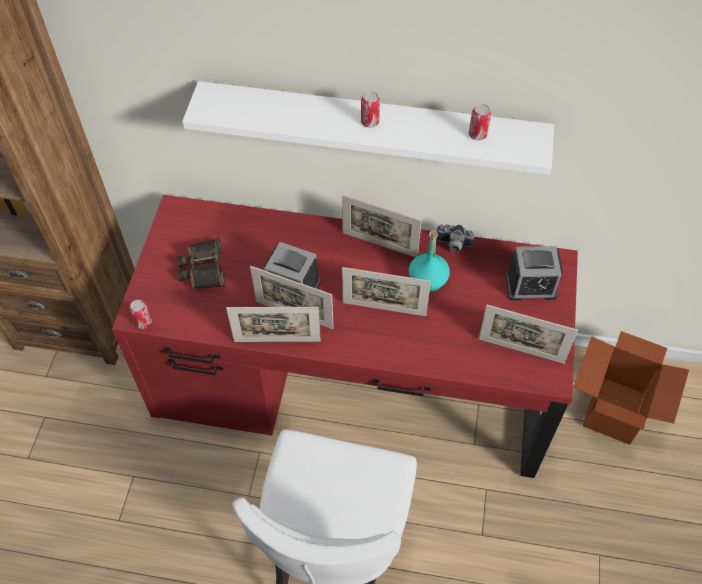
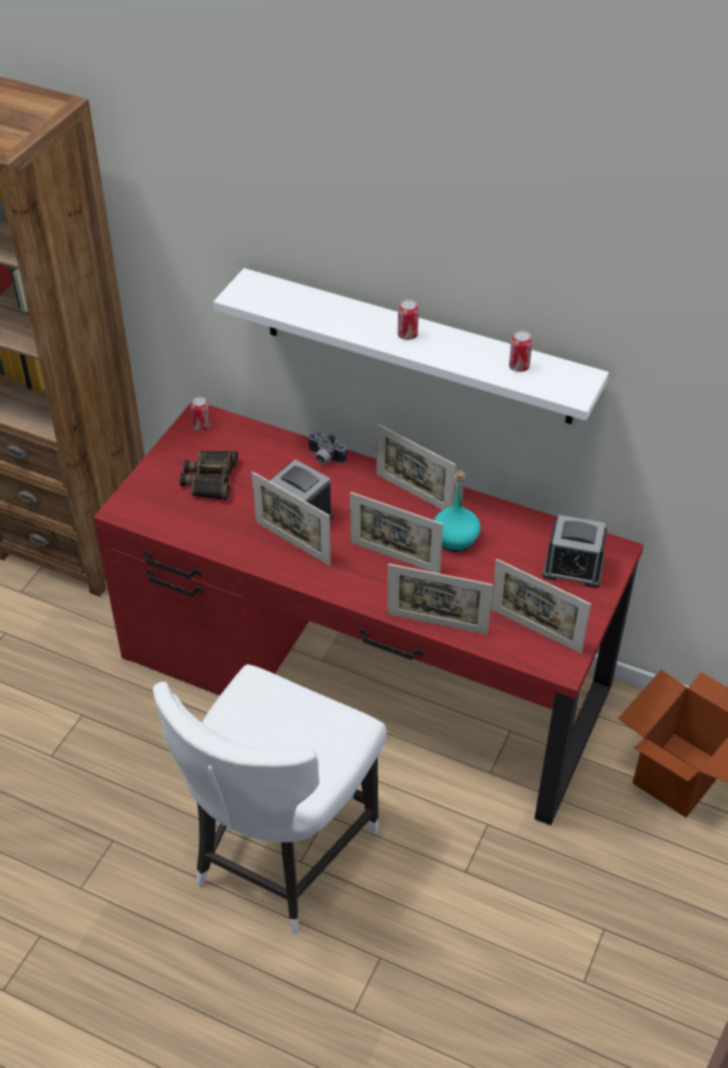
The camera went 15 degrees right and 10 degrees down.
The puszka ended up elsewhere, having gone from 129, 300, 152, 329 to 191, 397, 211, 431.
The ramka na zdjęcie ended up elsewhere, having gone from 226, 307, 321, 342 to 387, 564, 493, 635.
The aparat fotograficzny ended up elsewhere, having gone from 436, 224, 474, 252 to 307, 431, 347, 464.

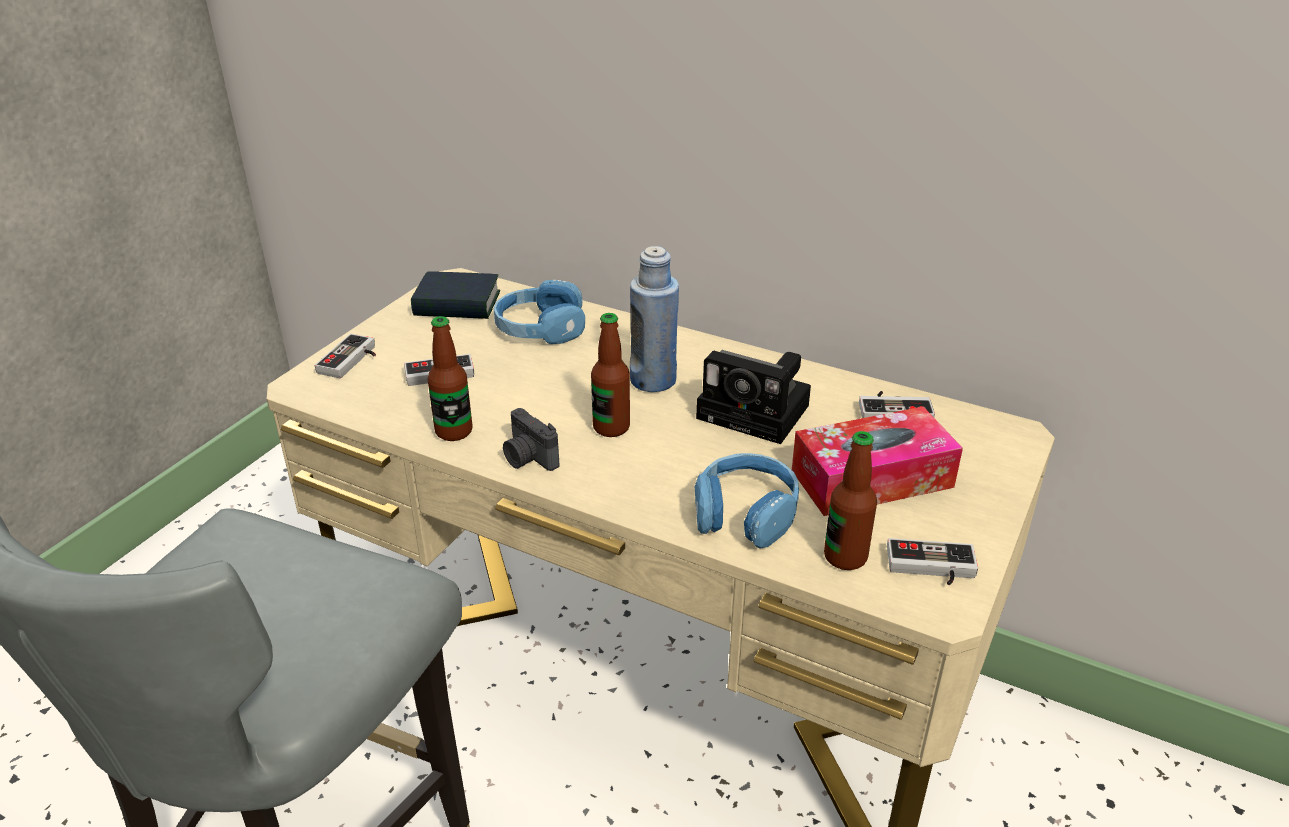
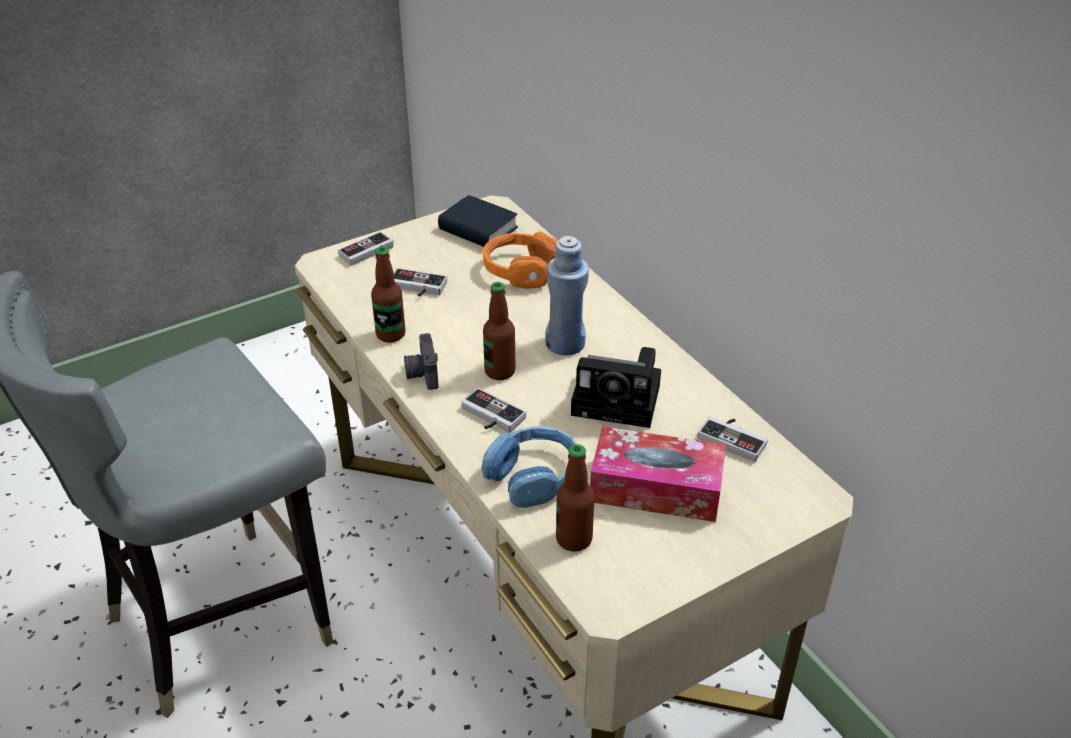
The camera went 30 degrees right and 5 degrees up.
What was the słuchawki/niebieski at 494, 280, 585, 344 turned into the słuchawki/pomarańczowy at 483, 231, 557, 289.
The aparat fotograficzny at 696, 350, 811, 444 ended up facing another way, 45 degrees counterclockwise from before.
The pad do gier ended up elsewhere, having gone from 887, 538, 978, 585 to 461, 388, 526, 433.

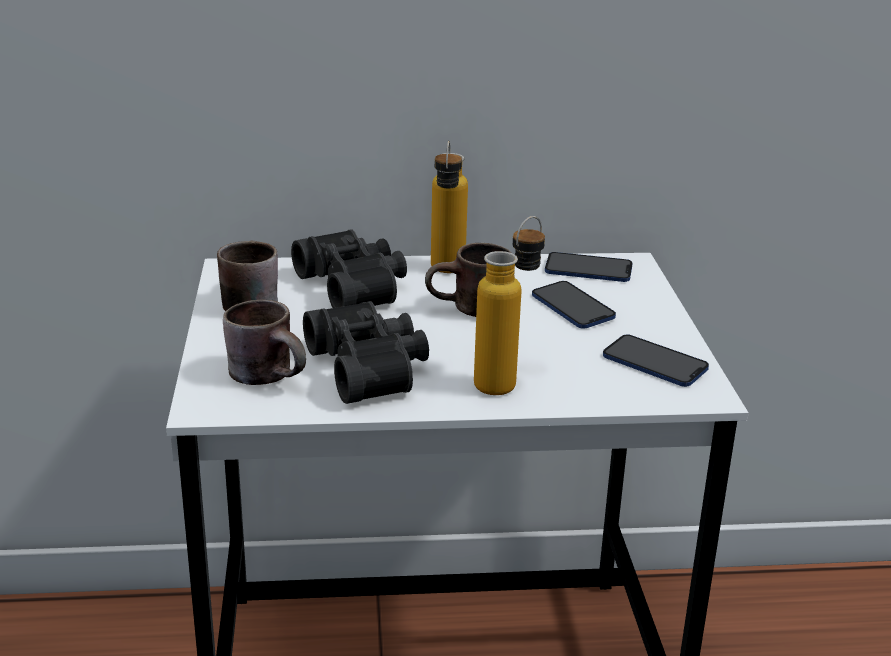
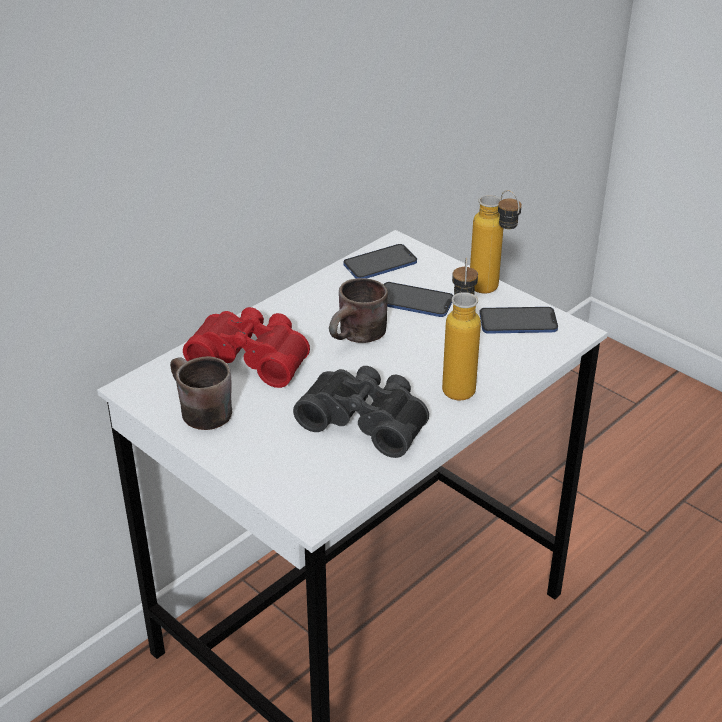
The camera went 40 degrees left and 10 degrees up.
The second view lost the kubek/brązowy at 223, 299, 306, 385.
What was the lornetka/czarny at 291, 229, 407, 308 turned into the lornetka/czerwony at 183, 307, 310, 388.
The butelka ended up elsewhere, having gone from 431, 141, 468, 273 to 470, 190, 522, 294.

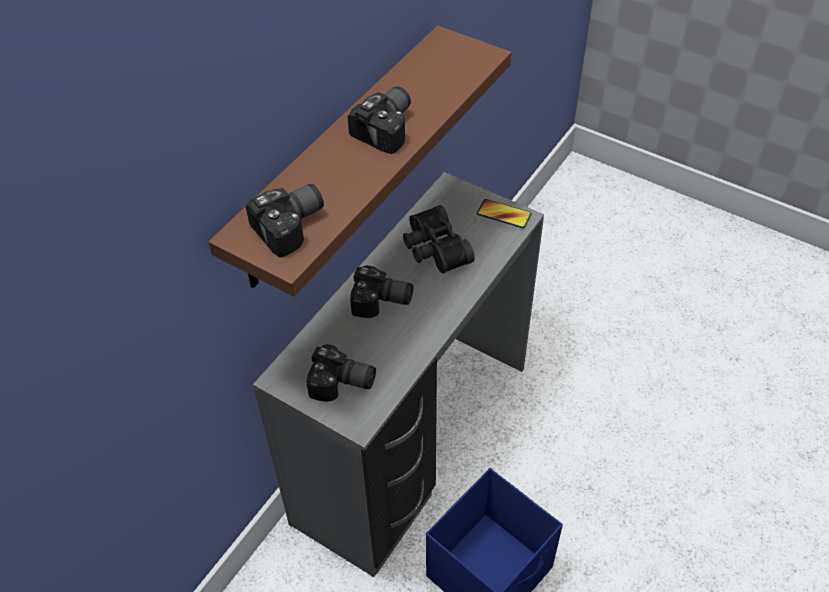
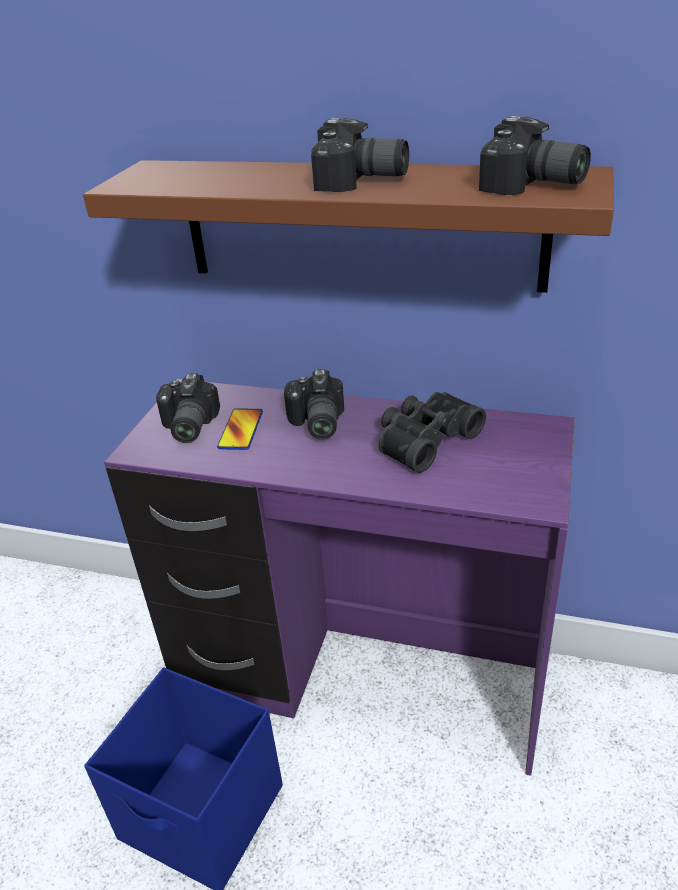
The camera went 75 degrees right and 15 degrees down.
The aparat fotograficzny ended up elsewhere, having gone from 246, 184, 324, 258 to 479, 116, 591, 195.
What was the biurko/szary at 253, 172, 544, 577 turned into the biurko/fioletowy at 104, 379, 575, 776.
The telefon ended up elsewhere, having gone from 477, 199, 532, 228 to 217, 408, 263, 450.

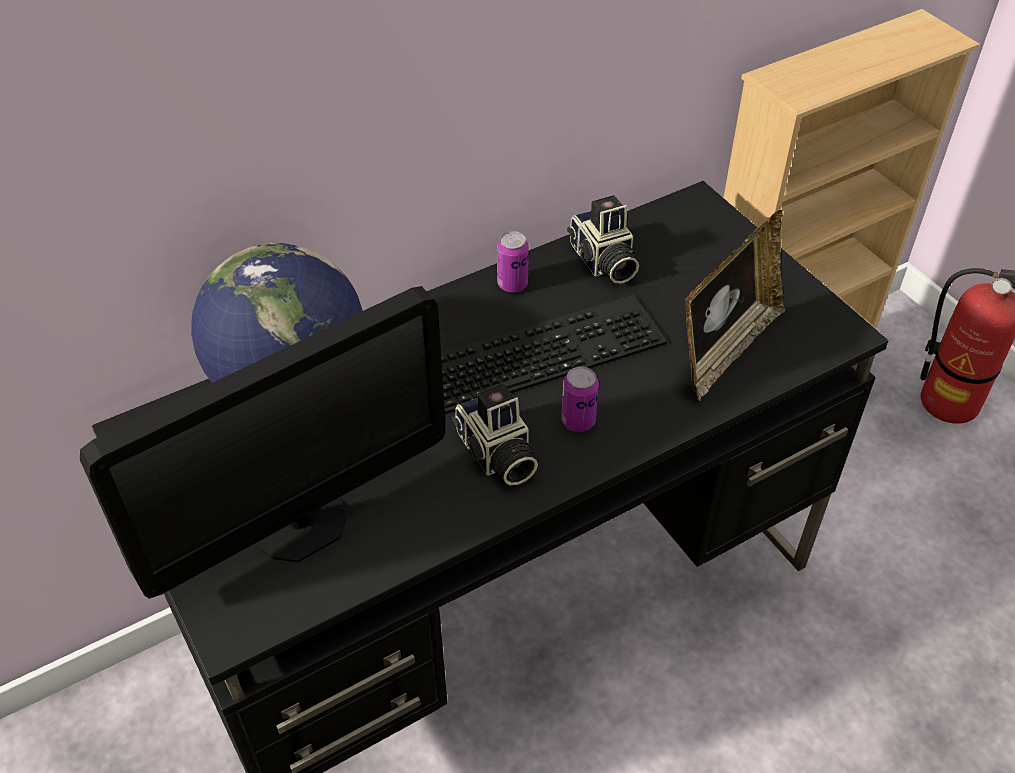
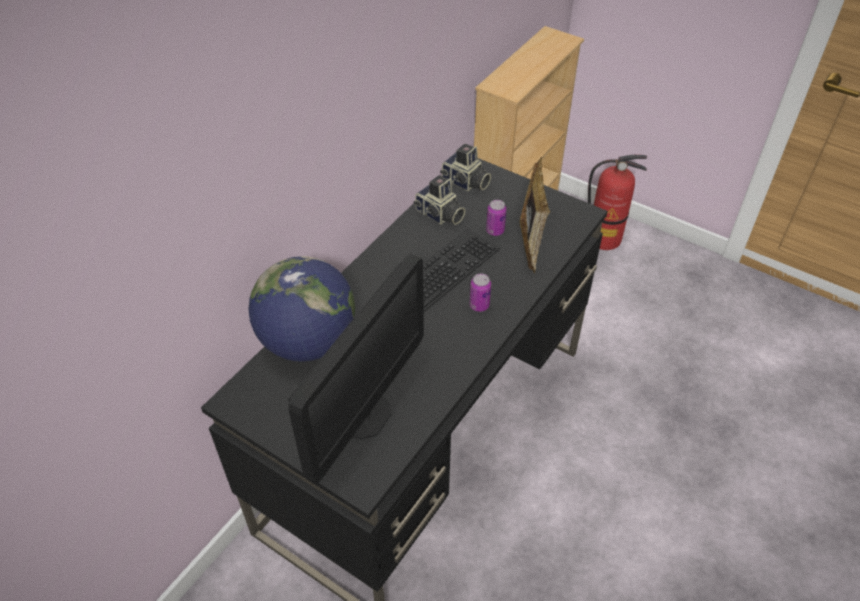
The camera went 25 degrees left and 0 degrees up.
The aparat fotograficzny ended up elsewhere, having gone from 452, 384, 538, 486 to 440, 144, 491, 191.
The puszka ended up elsewhere, having gone from 497, 231, 529, 292 to 486, 200, 506, 236.

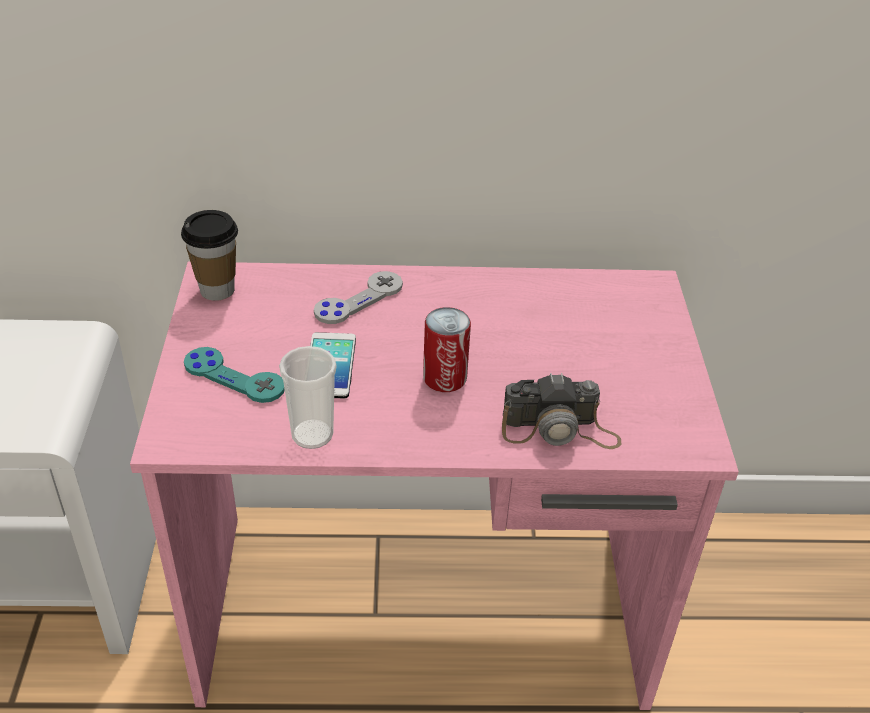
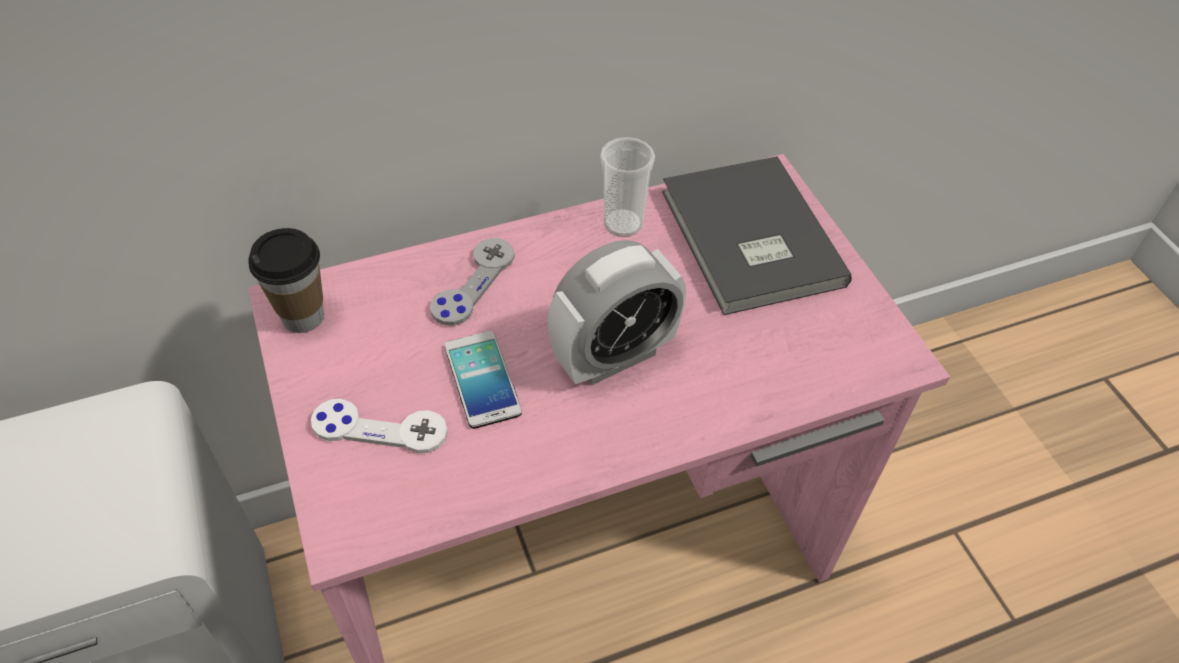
The camera went 20 degrees left and 10 degrees up.
What was the pad do gier/turkusowy at 184, 347, 285, 403 turned into the pad do gier/biały at 311, 399, 448, 453.
The filiżanka ended up elsewhere, having gone from 279, 346, 337, 449 to 600, 137, 655, 237.
Where the puszka stood at 423, 307, 471, 392, the budzik came to stand at 548, 240, 686, 385.
The second view lost the aparat fotograficzny at 502, 373, 621, 449.
The second view gained the książka/szary at 662, 156, 852, 315.

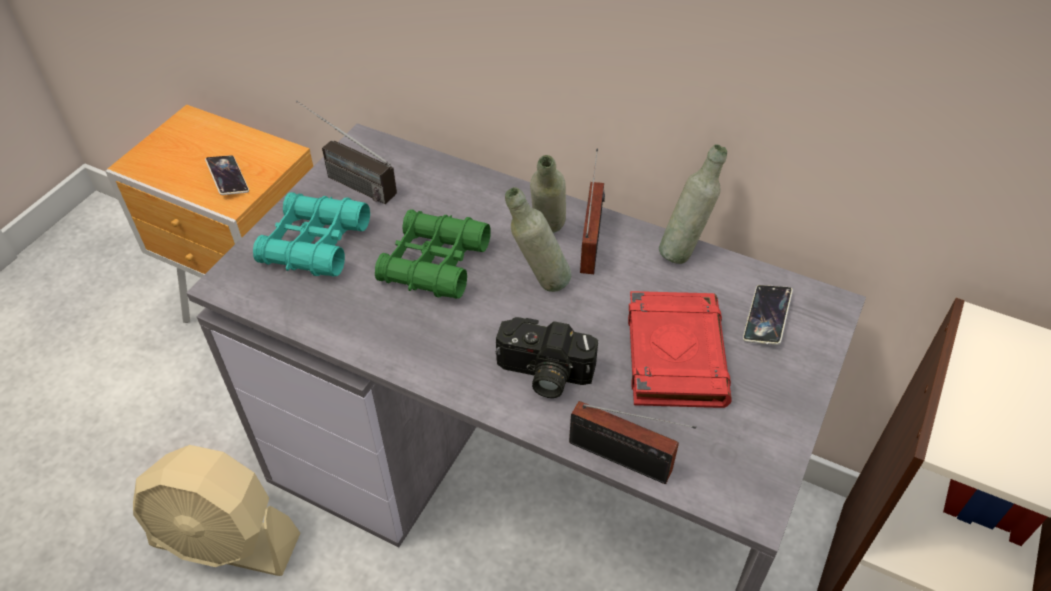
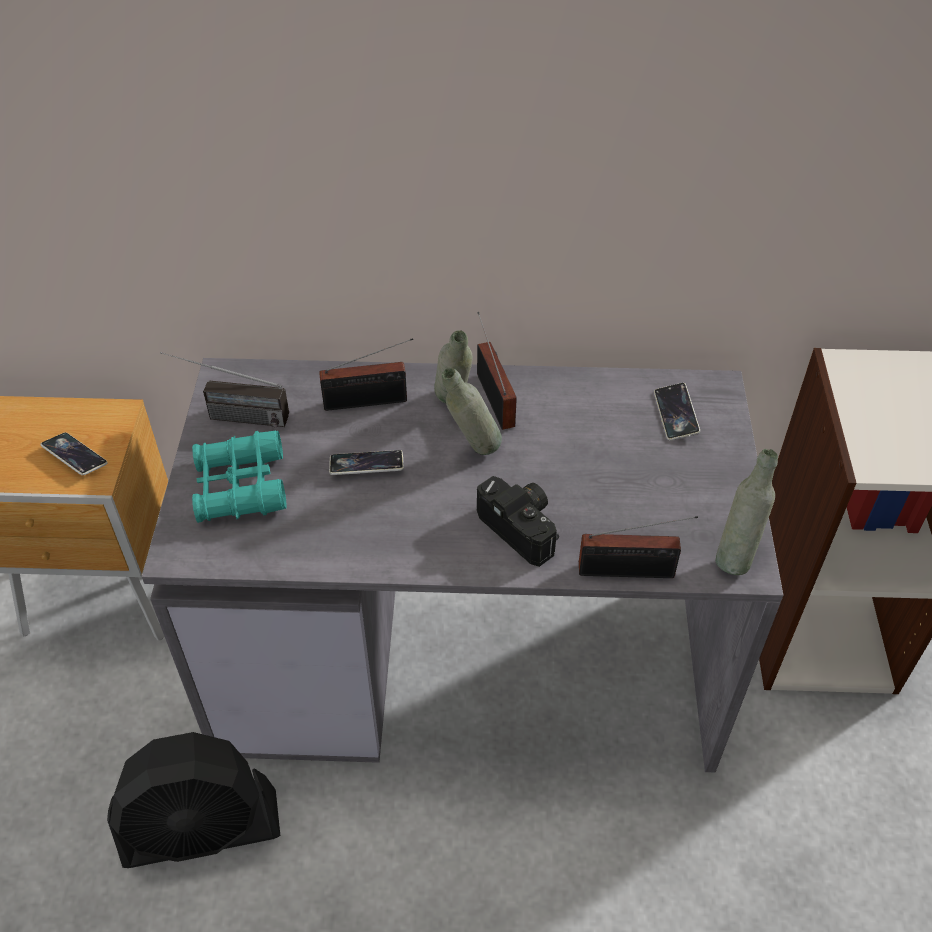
The camera went 25 degrees left and 0 degrees up.
What was the wentylator/beżowy at 133, 445, 300, 576 turned into the wentylator/czarny at 107, 732, 280, 868.
Where the lornetka/zielony stood at 375, 209, 491, 299, the telefon came to stand at 329, 450, 404, 475.
The aparat fotograficzny at 496, 317, 598, 398 ended up facing another way, 120 degrees counterclockwise from before.
The second view lost the książka/czerwony at 628, 291, 732, 408.
The butelka/szary ended up elsewhere, having gone from 659, 144, 727, 264 to 715, 449, 778, 575.
The second view gained the radio at 319, 338, 413, 411.

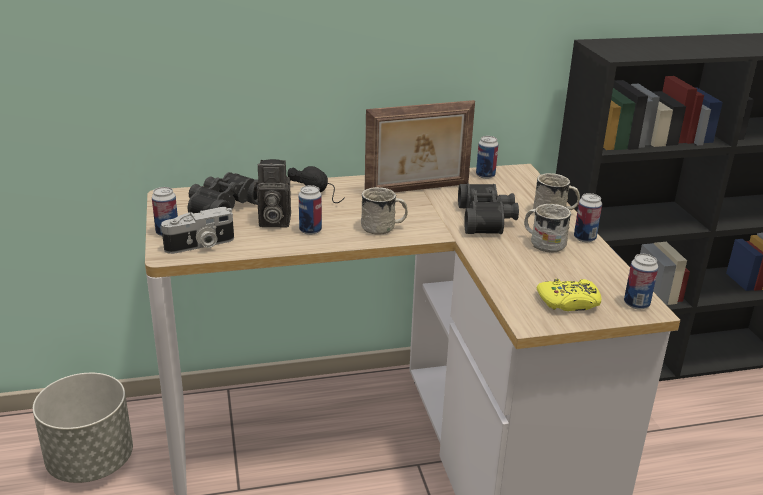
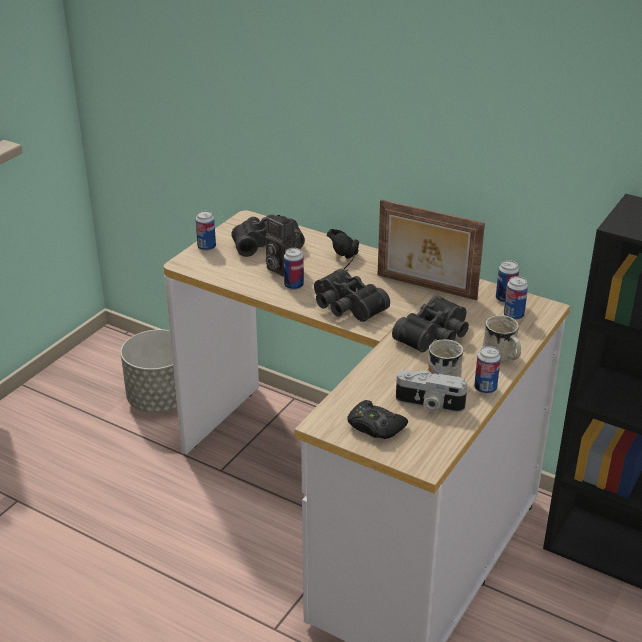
The camera went 45 degrees right and 5 degrees up.
The aparat fotograficzny ended up elsewhere, having gone from 161, 207, 234, 254 to 396, 370, 467, 413.
Where the kubek/biały stood at 361, 187, 408, 235, the lornetka/czarny came to stand at 314, 269, 390, 322.
What was the pad do gier/żółty at 537, 279, 601, 311 turned into the pad do gier/czarny at 347, 400, 408, 439.
The puszka ended up elsewhere, having gone from 624, 254, 658, 309 to 504, 276, 528, 320.

